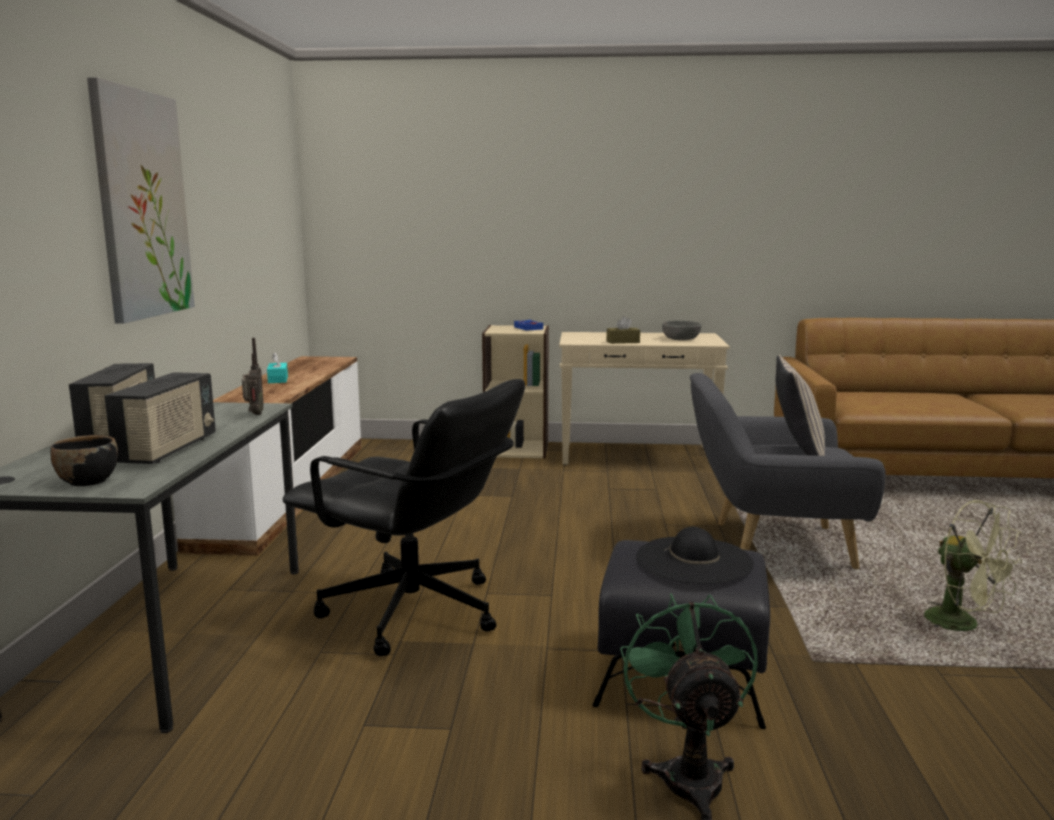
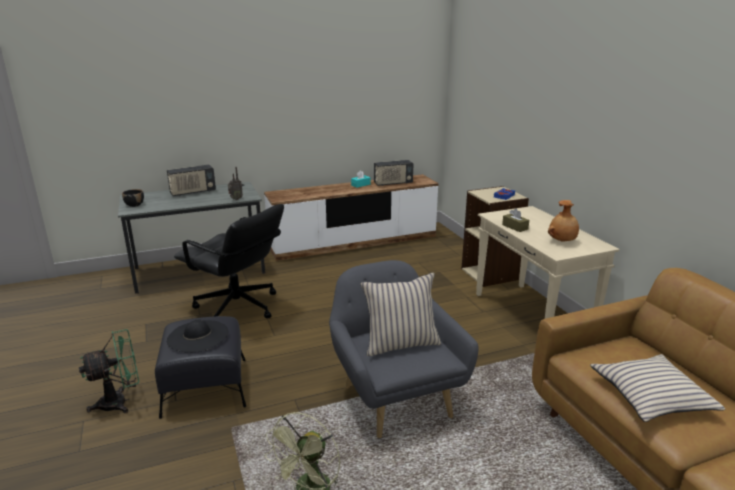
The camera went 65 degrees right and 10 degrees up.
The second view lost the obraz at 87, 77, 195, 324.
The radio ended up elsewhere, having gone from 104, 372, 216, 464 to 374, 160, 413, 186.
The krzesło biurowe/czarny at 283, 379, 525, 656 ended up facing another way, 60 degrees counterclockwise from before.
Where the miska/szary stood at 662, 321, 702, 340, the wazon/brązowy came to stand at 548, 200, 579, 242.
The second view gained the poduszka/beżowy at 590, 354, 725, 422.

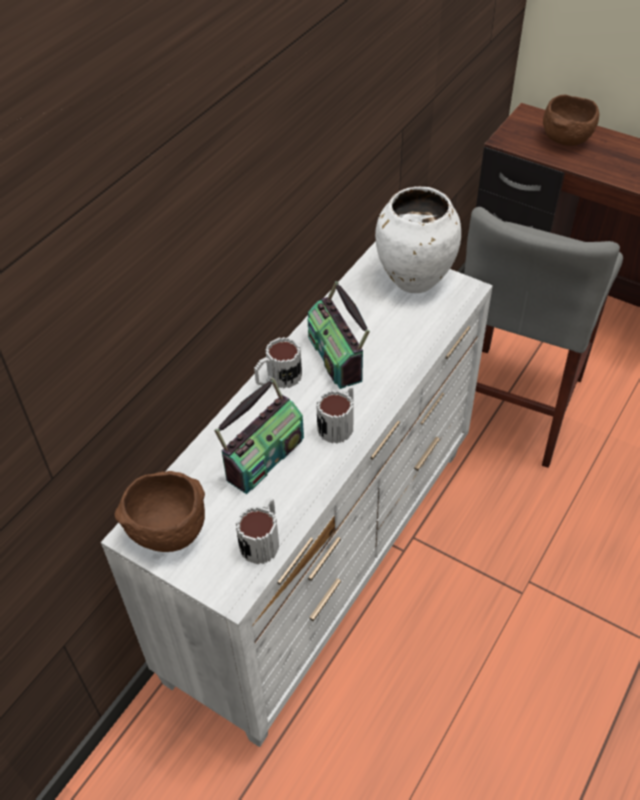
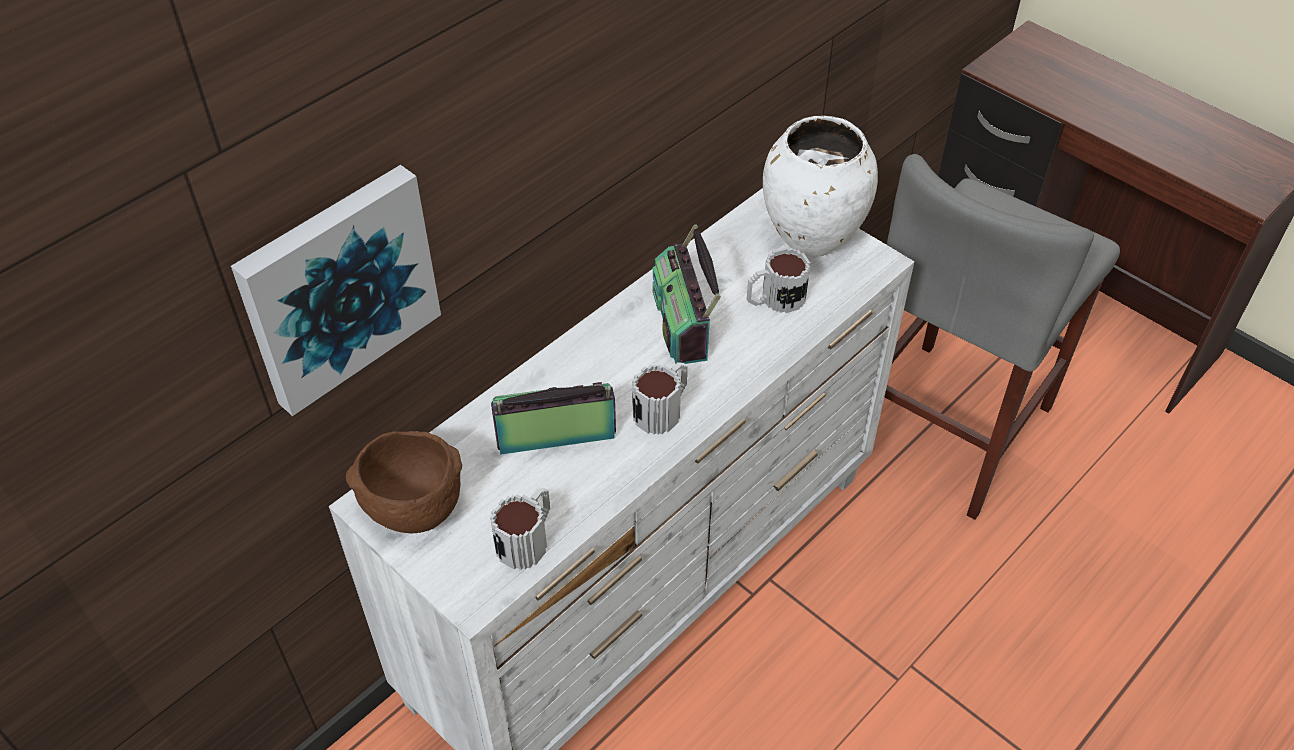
The camera went 10 degrees right and 0 degrees up.
The radio at 214, 378, 304, 494 ended up facing another way, 150 degrees counterclockwise from before.
The kubek ended up elsewhere, having gone from 254, 337, 302, 389 to 747, 248, 810, 313.
The second view lost the miska/brązowy at 543, 95, 599, 146.
The second view gained the obraz at 231, 165, 441, 416.

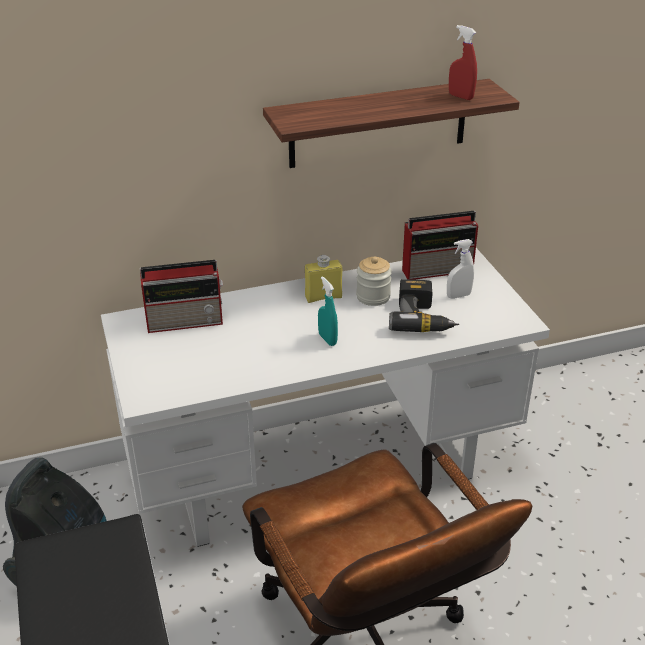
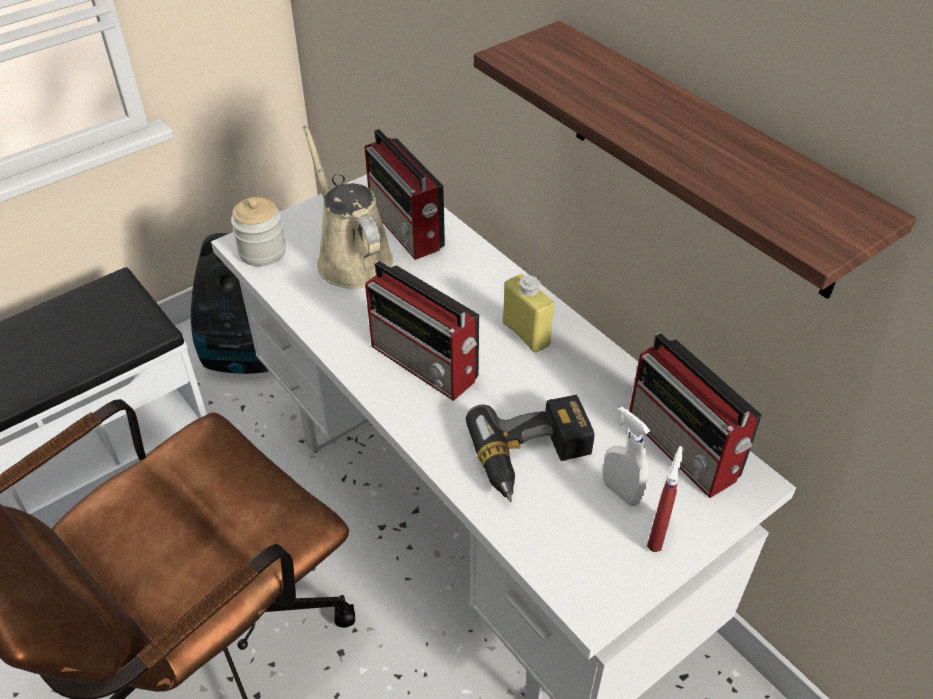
The camera went 70 degrees right and 10 degrees up.
Where the spryskiwacz/turkusowy stood at 318, 276, 338, 346, the radio came to stand at 365, 261, 479, 401.
The słoik ended up elsewhere, having gone from 356, 257, 392, 306 to 231, 197, 286, 266.
The spryskiwacz/czerwony ended up elsewhere, having gone from 449, 25, 477, 100 to 647, 446, 684, 552.
The second view gained the konewka/beżowy at 302, 125, 393, 289.

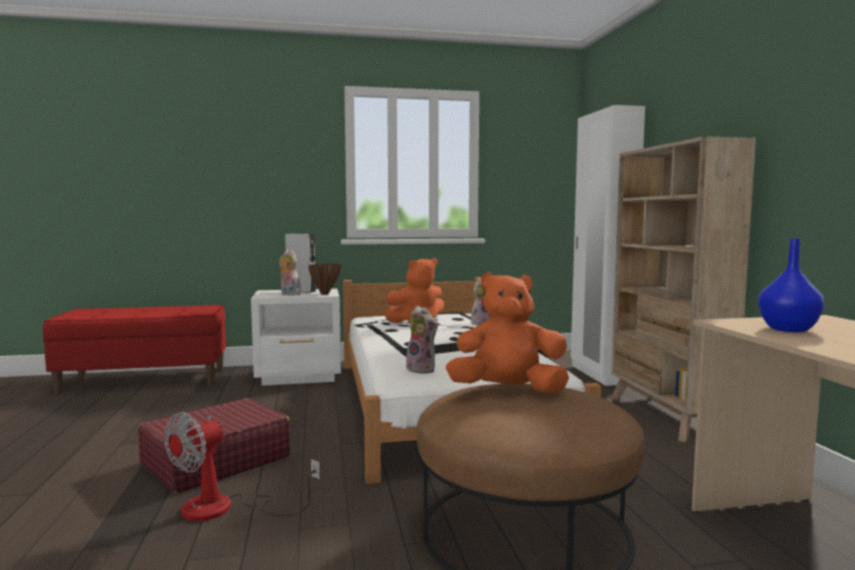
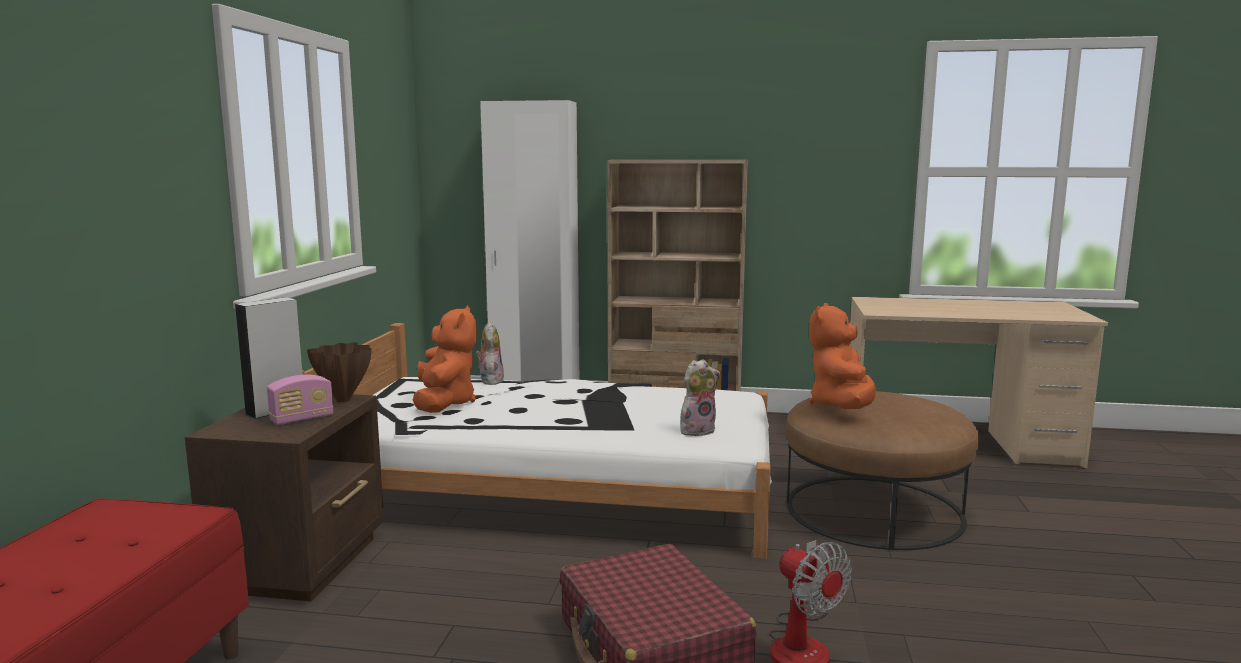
The camera went 70 degrees left and 5 degrees up.
What was the szafka nocna/biały at 251, 289, 341, 386 turned into the szafka nocna/brązowy at 185, 394, 384, 601.
Where the pluszak stood at 279, 250, 301, 295, the radio came to stand at 267, 375, 333, 425.
The second view lost the wazon/niebieski at 758, 239, 824, 332.

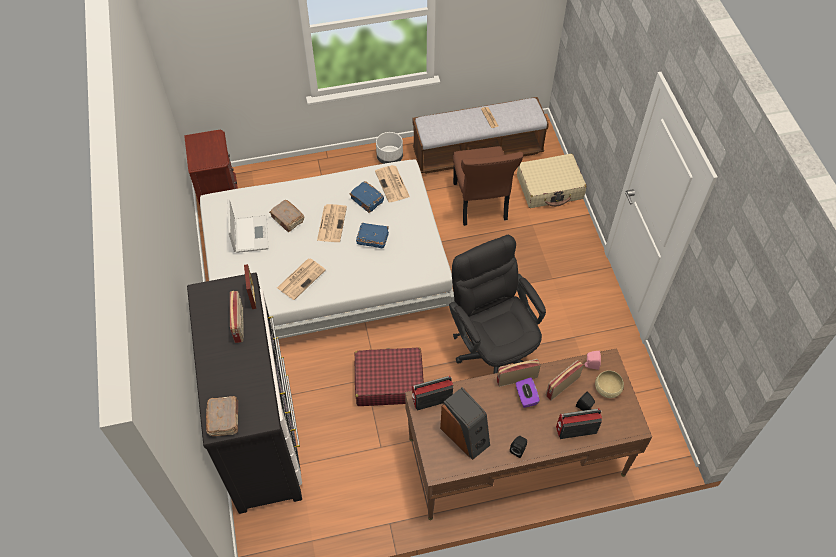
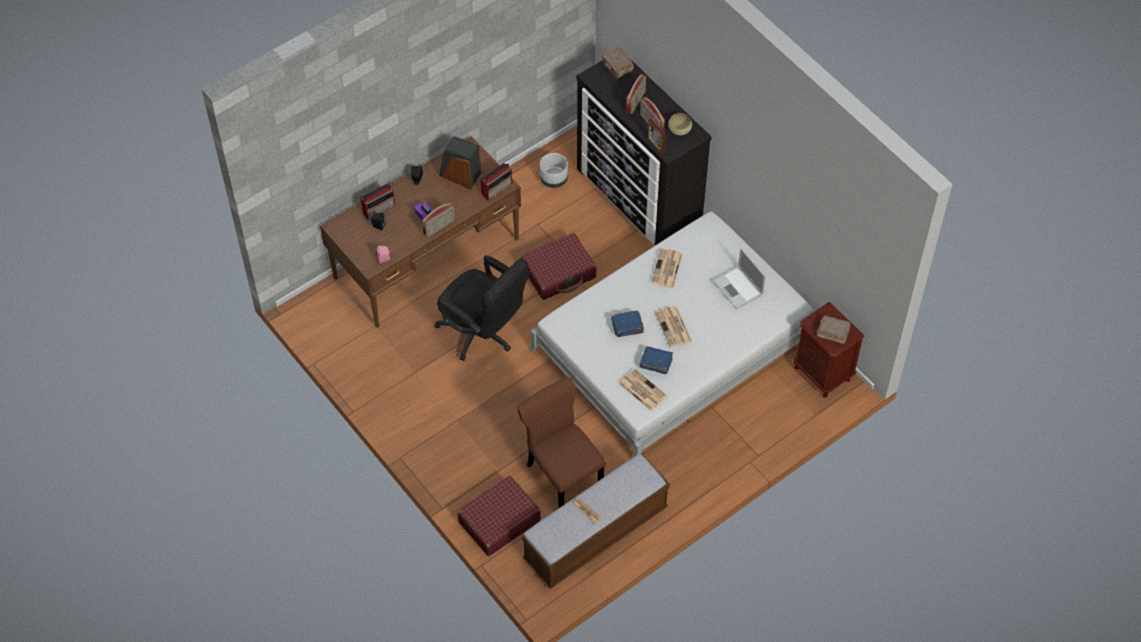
The camera went 155 degrees right and 0 degrees up.
The książka/brązowy ended up elsewhere, having gone from 269, 200, 304, 232 to 817, 315, 851, 344.
The donica/biały ended up elsewhere, having gone from 376, 132, 403, 164 to 540, 153, 568, 188.
What was the walizka/beżowy at 517, 154, 587, 208 turned into the walizka/czerwony at 458, 476, 541, 556.
The radio ended up elsewhere, having gone from 546, 360, 584, 401 to 626, 74, 646, 114.
The miska/beżowy ended up elsewhere, having gone from 595, 370, 624, 398 to 668, 113, 692, 135.

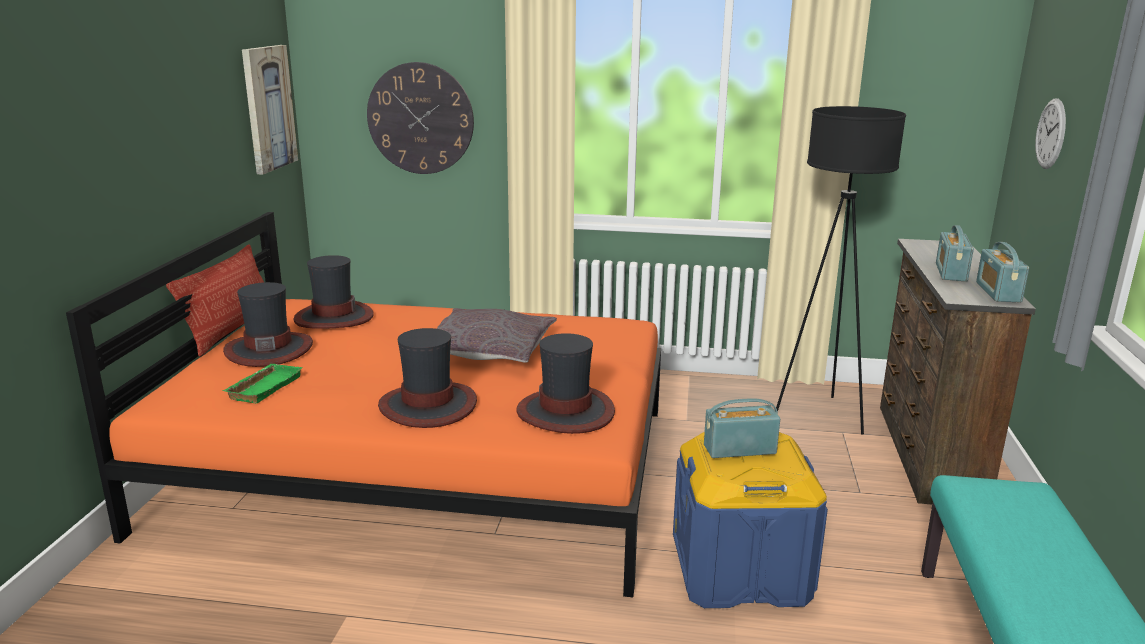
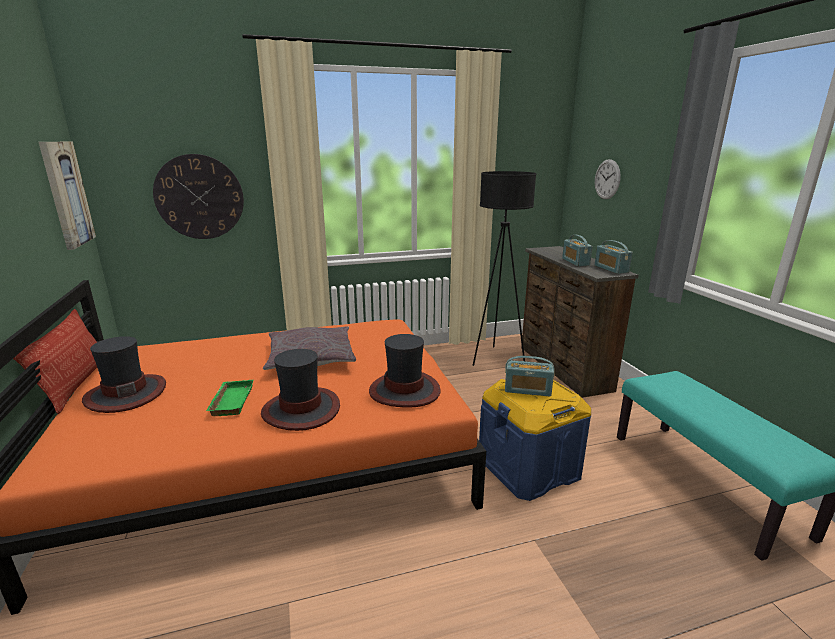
The camera went 25 degrees left and 0 degrees up.
The taca/zielony ended up elsewhere, having gone from 223, 364, 302, 403 to 206, 380, 253, 416.
The second view lost the kapelusz at 294, 255, 374, 329.
The radio at 704, 398, 780, 458 ended up facing another way, 135 degrees counterclockwise from before.

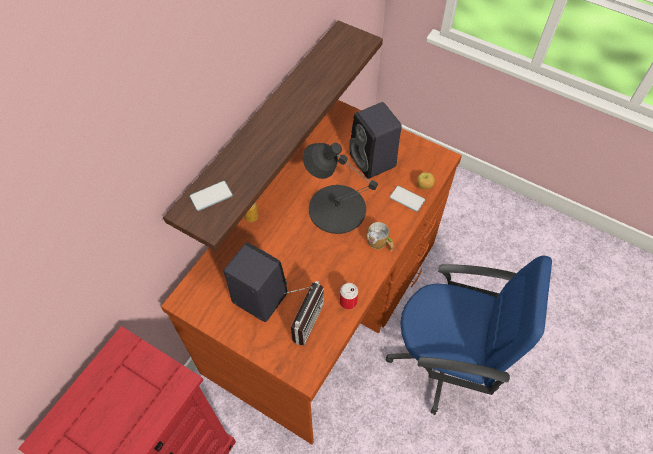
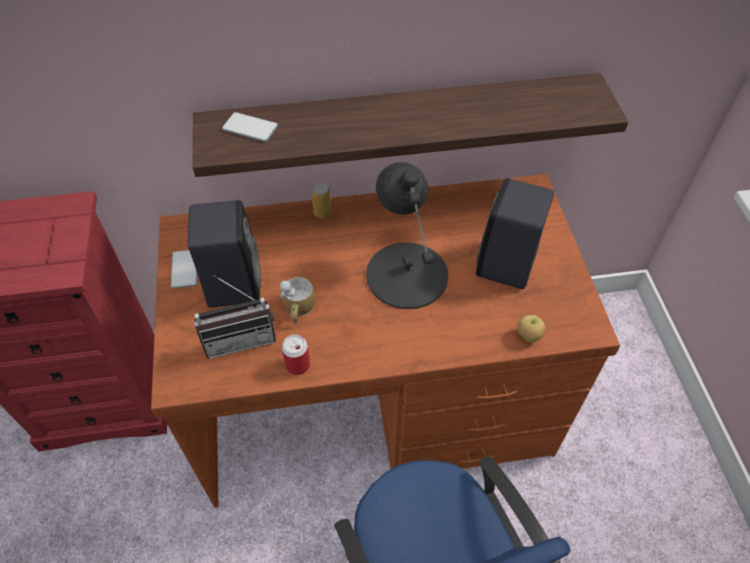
The camera went 50 degrees right and 5 degrees down.
The kubek ended up elsewhere, having gone from 366, 222, 394, 251 to 279, 277, 315, 325.
The telefon ended up elsewhere, having gone from 390, 186, 425, 212 to 171, 250, 197, 288.

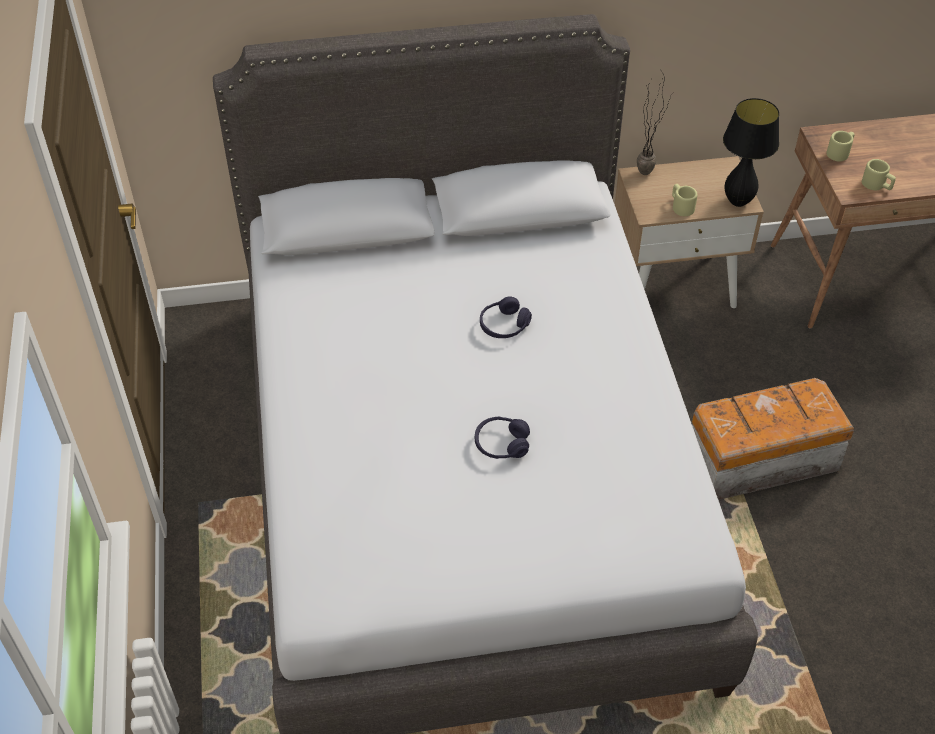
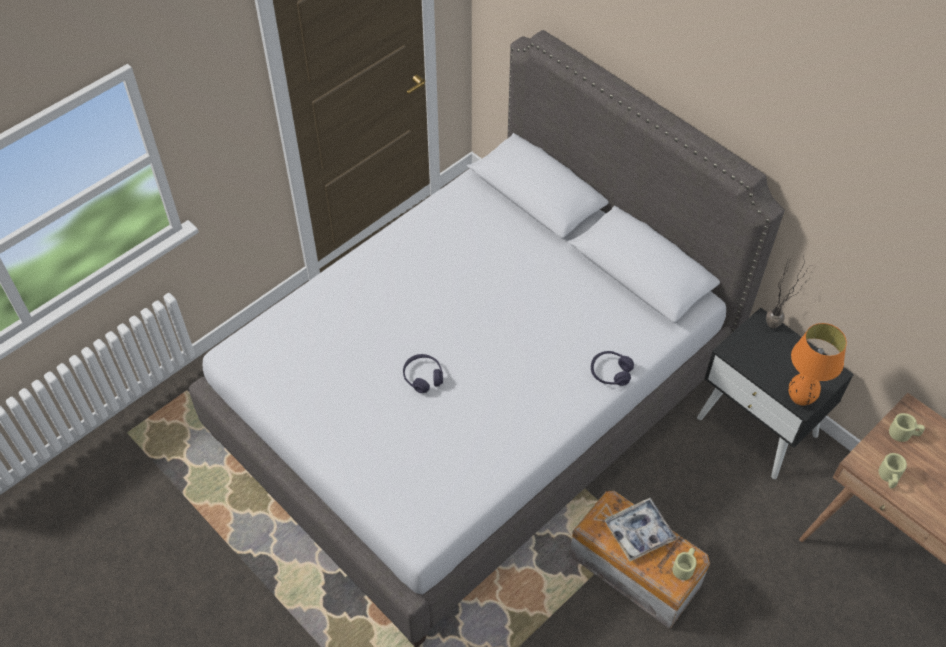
The camera went 55 degrees right and 5 degrees up.
The słuchawki/fioletowy ended up elsewhere, having gone from 480, 296, 532, 338 to 591, 351, 634, 386.
What was the szafka nocna/beżowy at 615, 156, 764, 308 turned into the szafka nocna/czarny at 697, 307, 854, 479.
The kubek/beżowy ended up elsewhere, having gone from 672, 184, 698, 216 to 673, 548, 697, 580.
What was the lampa stołowa/czarny at 723, 98, 779, 207 turned into the lampa stołowa/pomarańczowy at 788, 323, 847, 406.
The second view gained the taca at 604, 498, 677, 561.

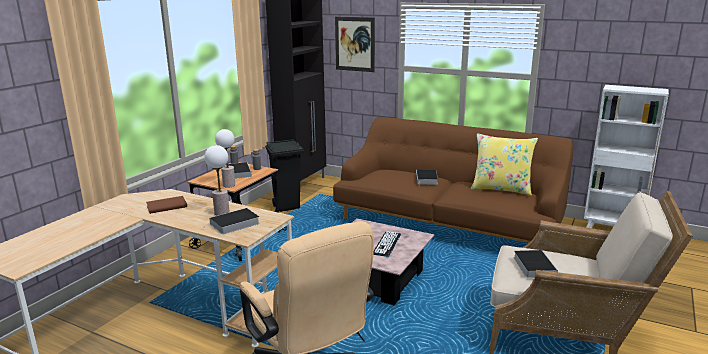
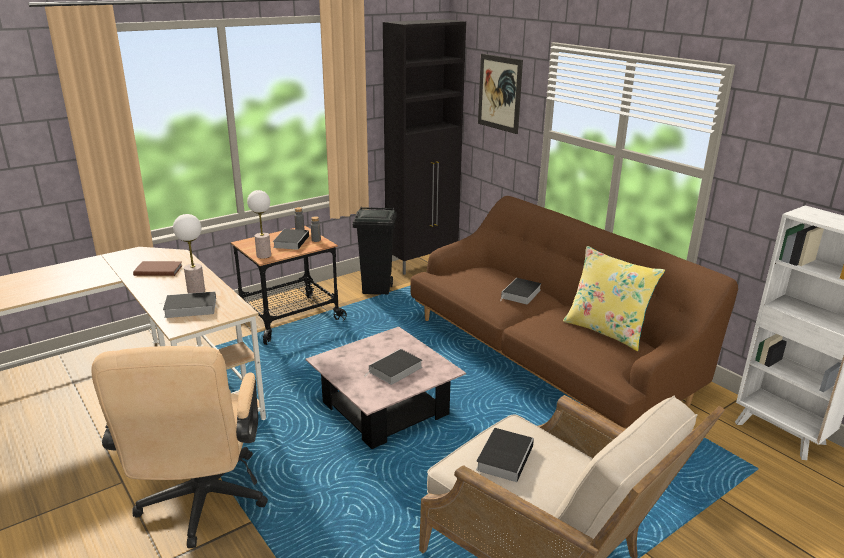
The camera went 25 degrees right and 5 degrees up.
Where the klawiatura stood at 373, 231, 401, 257, the książka came to stand at 367, 349, 422, 385.

